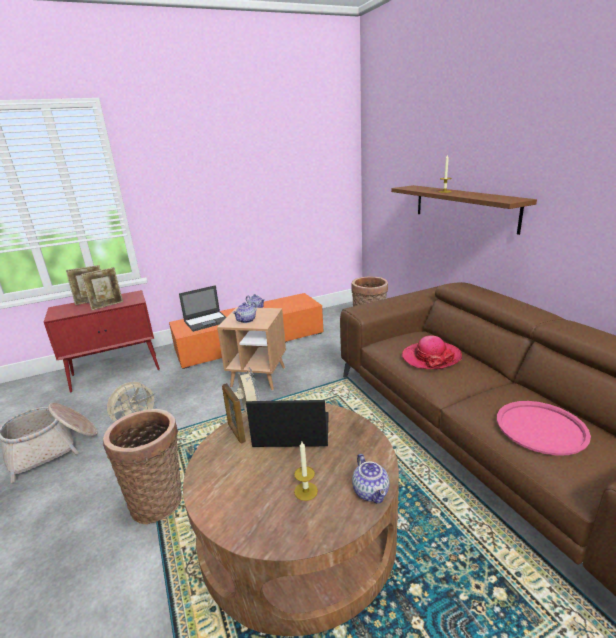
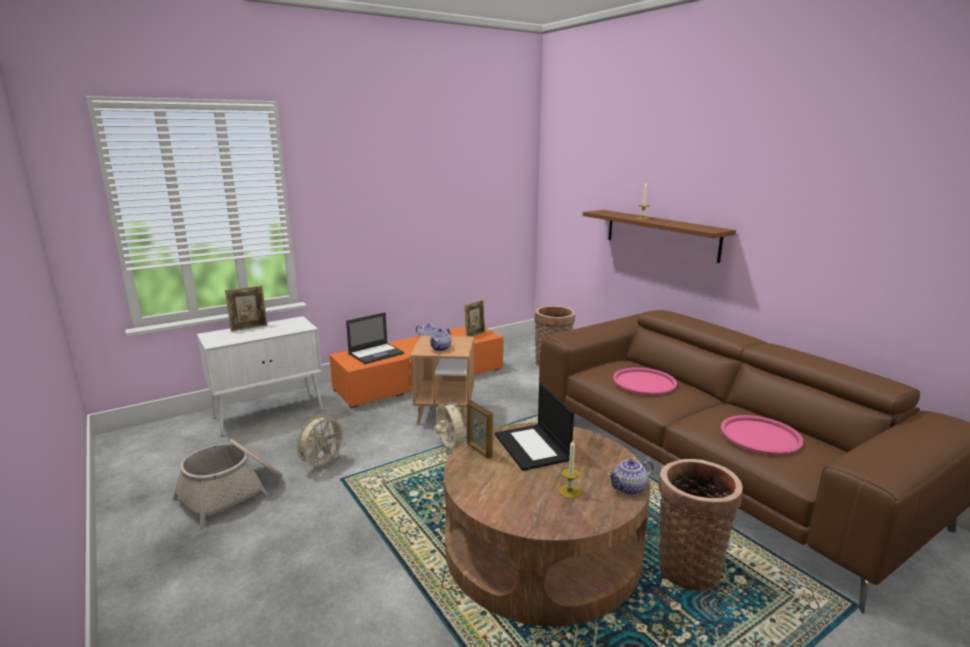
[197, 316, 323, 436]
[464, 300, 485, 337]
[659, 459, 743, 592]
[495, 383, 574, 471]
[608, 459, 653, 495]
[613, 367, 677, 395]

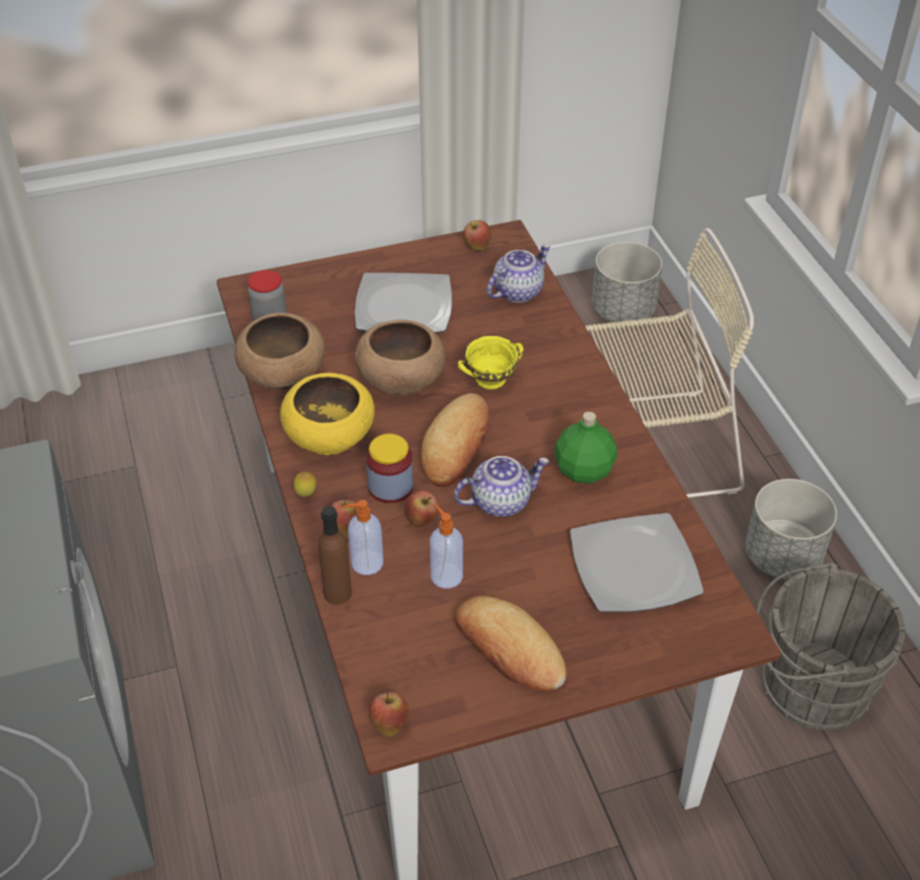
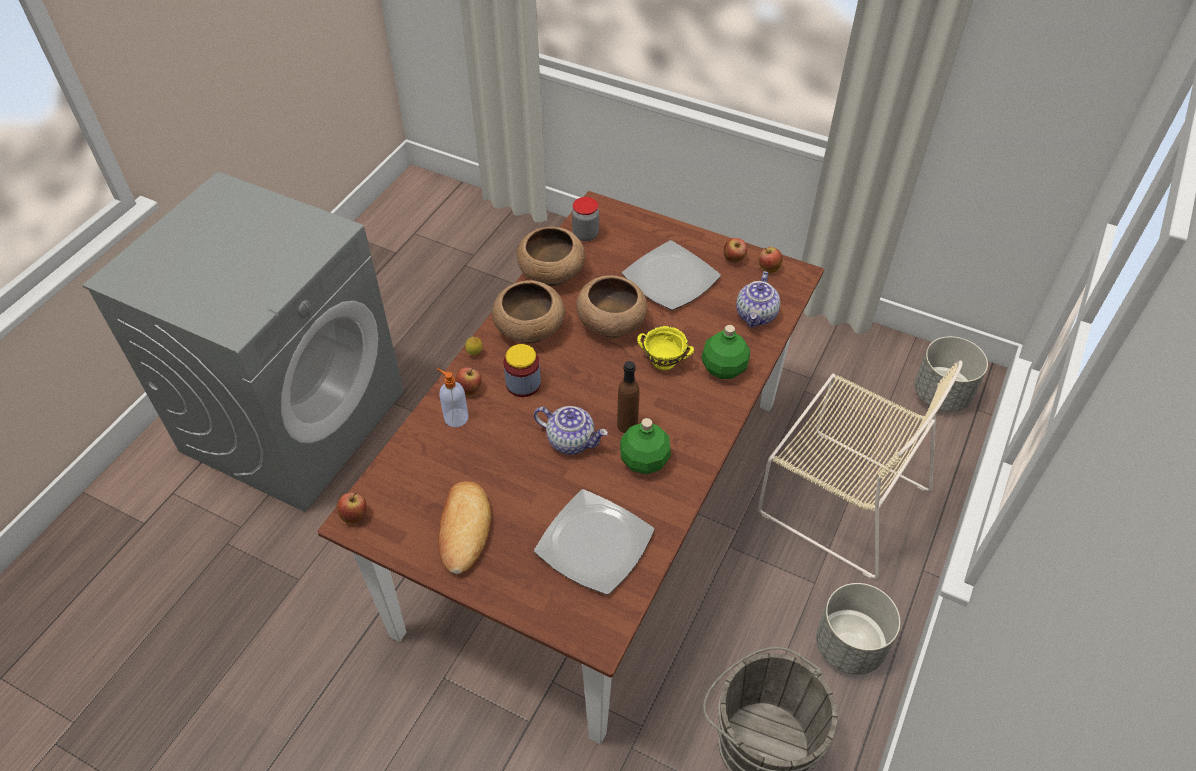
[492, 280, 565, 344]
[617, 361, 639, 433]
[724, 238, 747, 263]
[421, 393, 489, 487] (first image)
[430, 504, 463, 588] (first image)
[736, 271, 780, 327]
[701, 325, 750, 379]

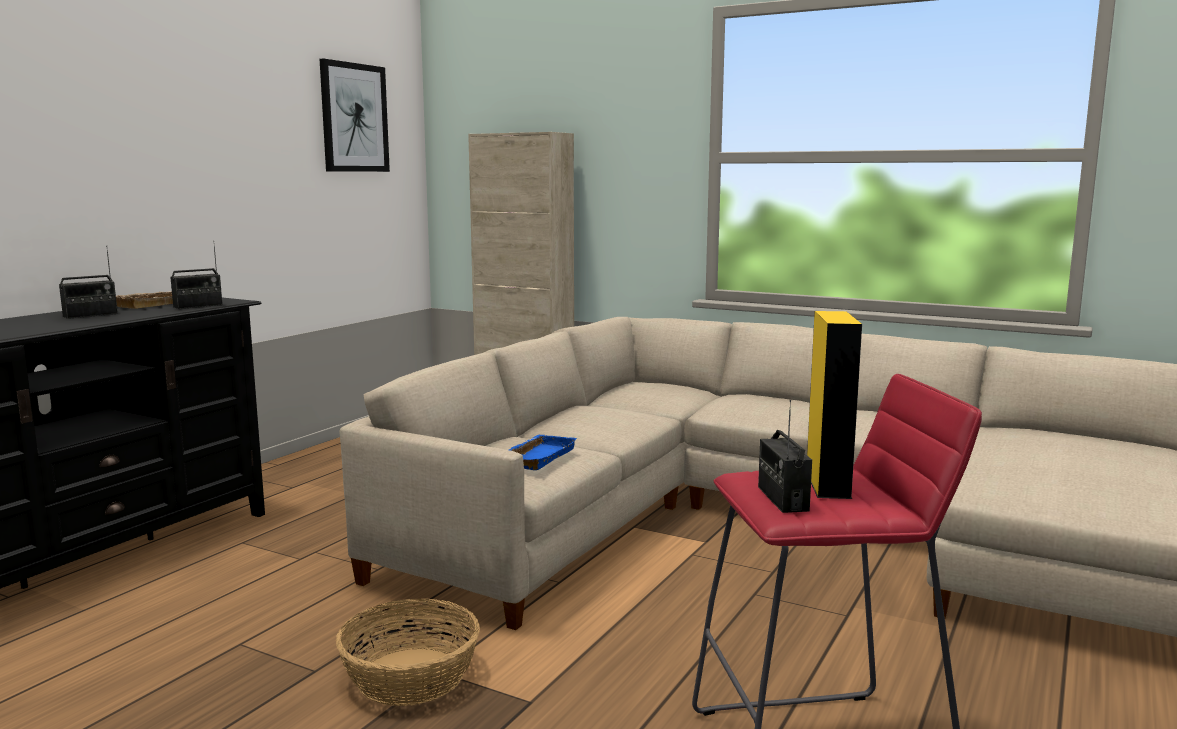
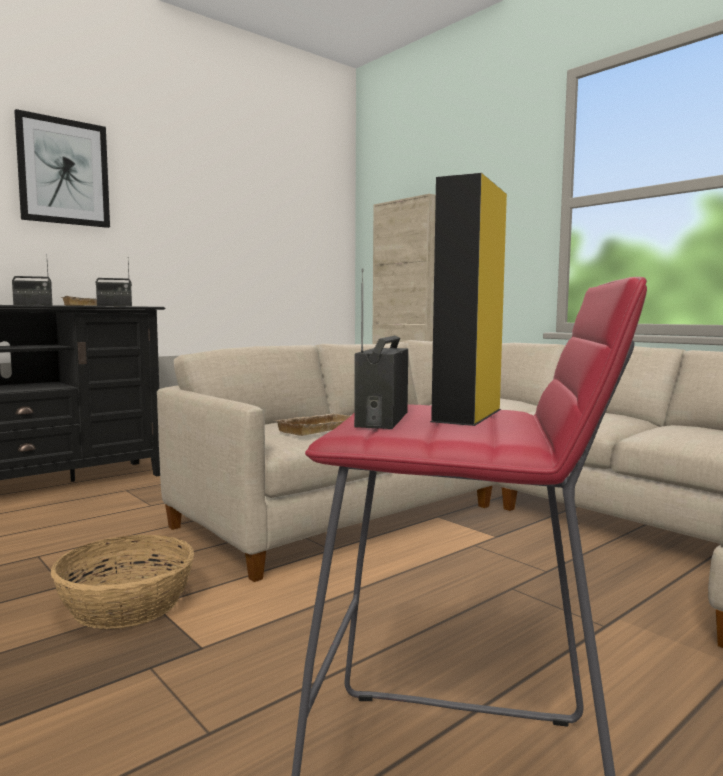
[14, 109, 110, 228]
[274, 413, 350, 436]

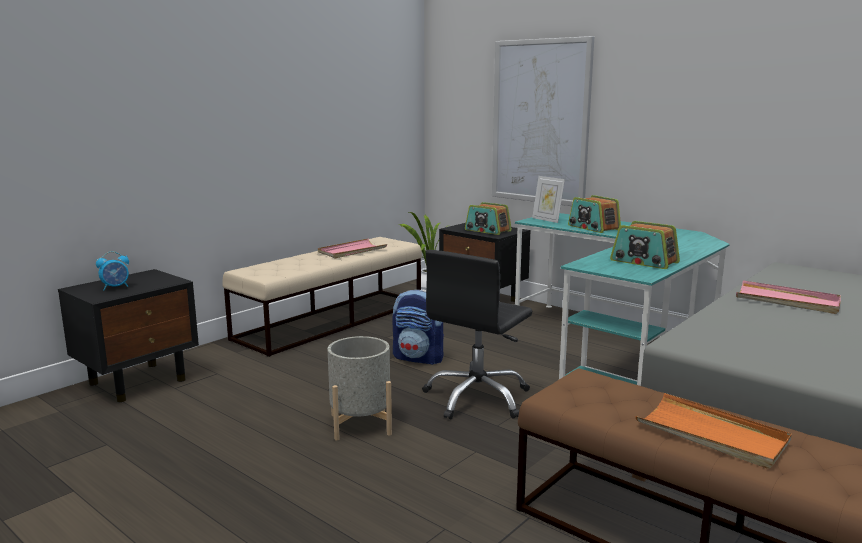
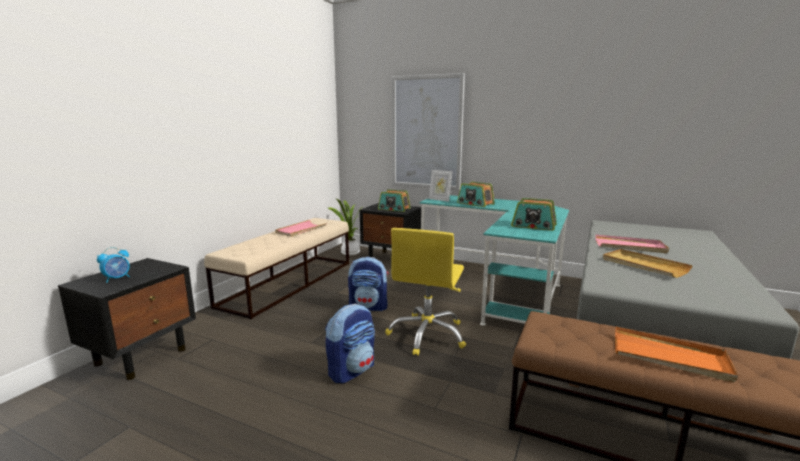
[325, 304, 375, 383]
[385, 228, 466, 356]
[603, 249, 693, 278]

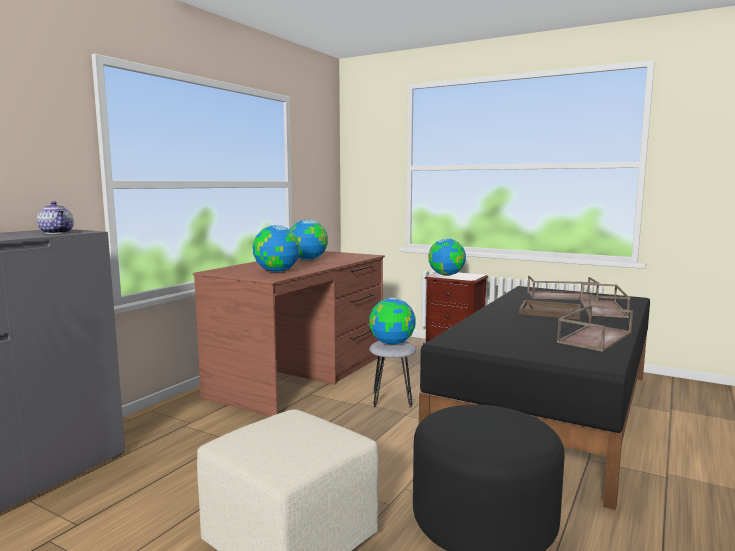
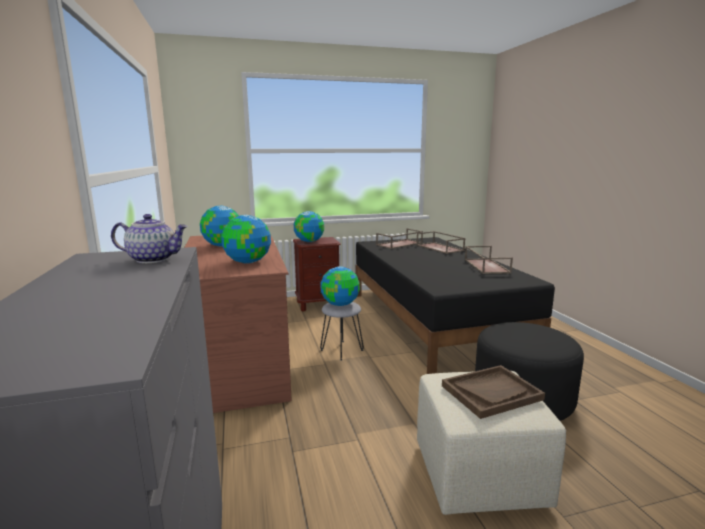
[442, 365, 545, 419]

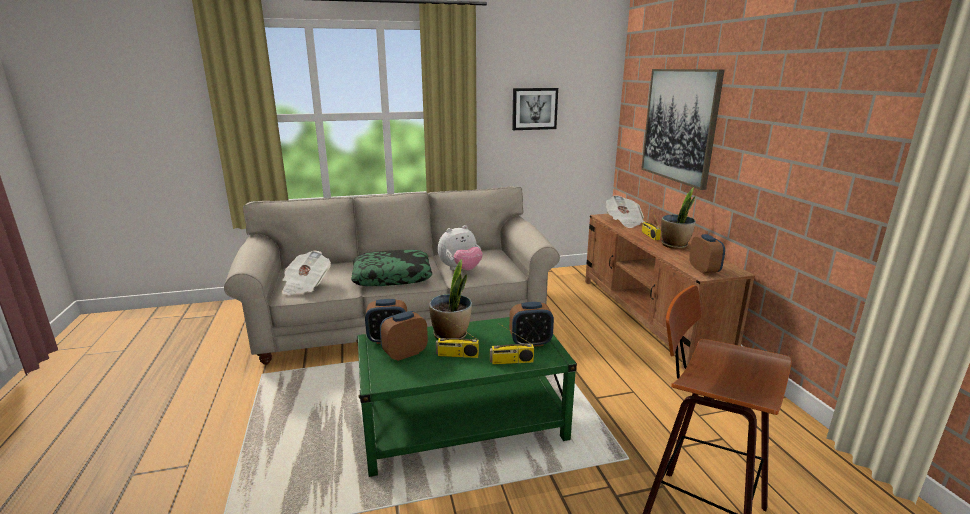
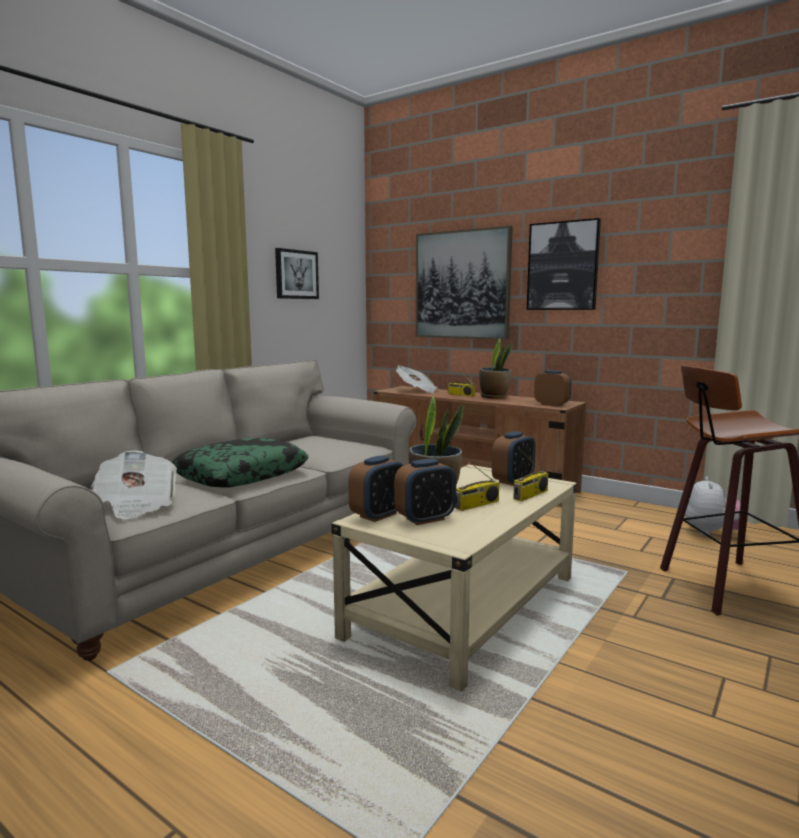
[331, 464, 577, 691]
[394, 458, 456, 525]
[685, 476, 741, 536]
[527, 218, 601, 310]

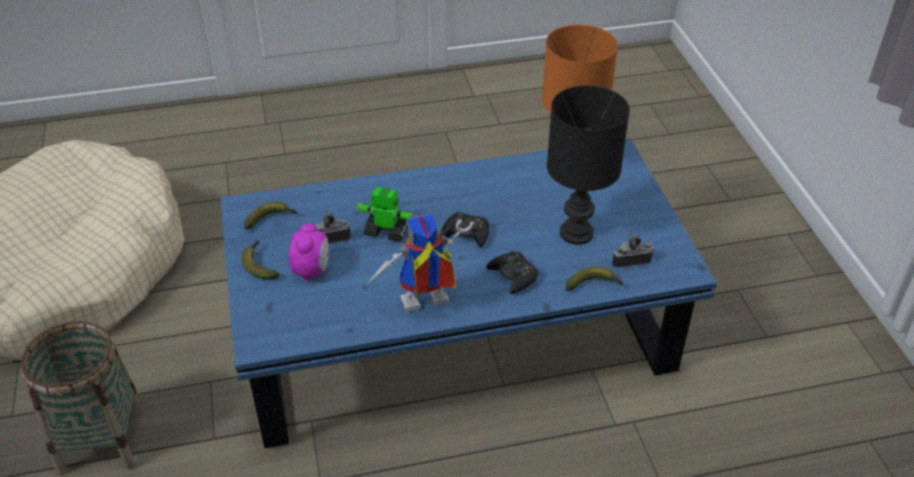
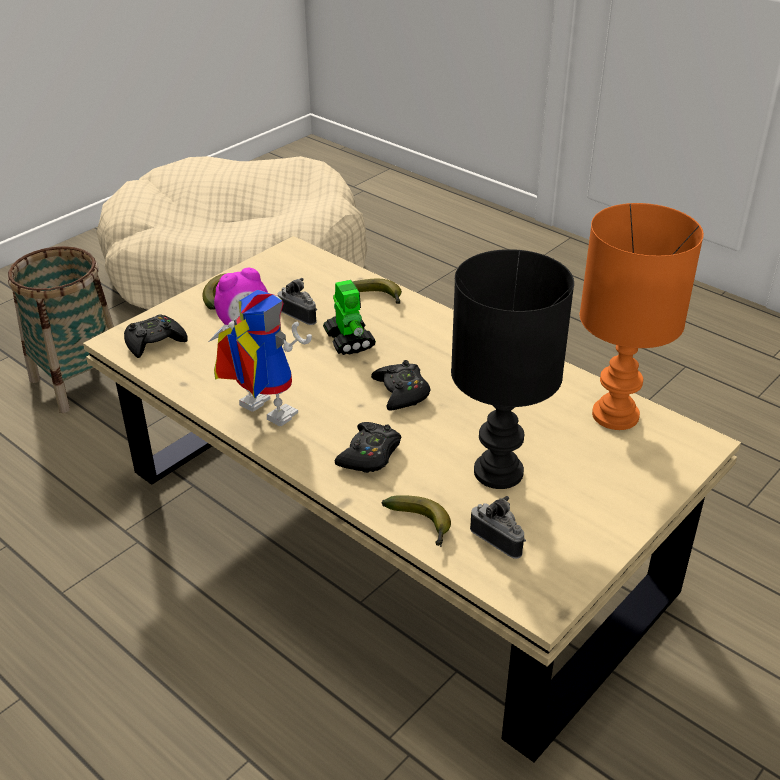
[83, 236, 741, 762]
[353, 279, 402, 304]
[124, 314, 188, 358]

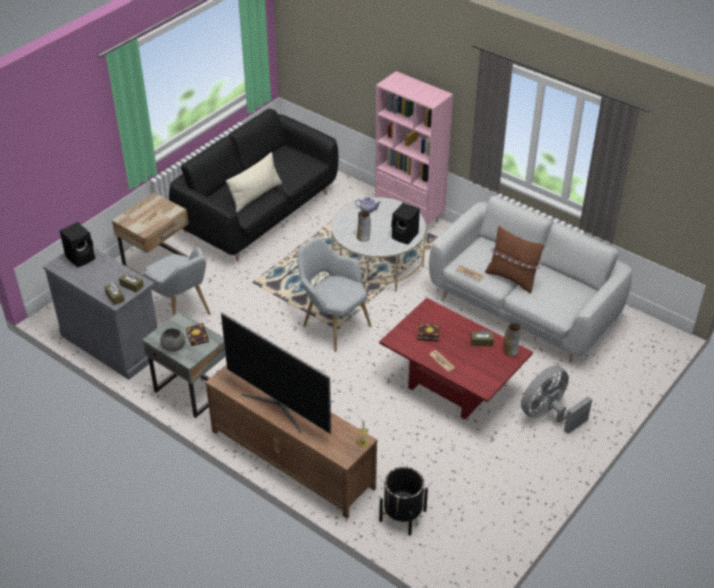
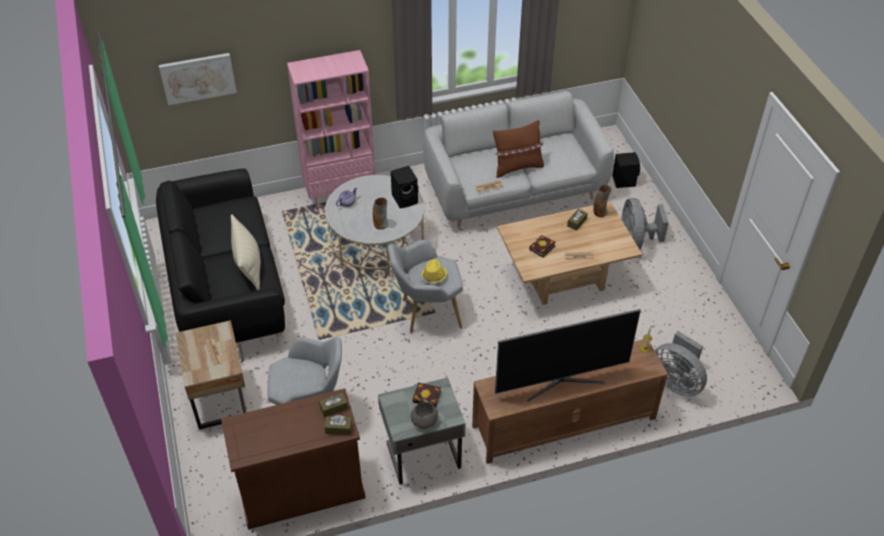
[221, 388, 365, 529]
[612, 152, 640, 188]
[497, 201, 642, 305]
[655, 331, 707, 397]
[159, 53, 237, 105]
[420, 259, 447, 283]

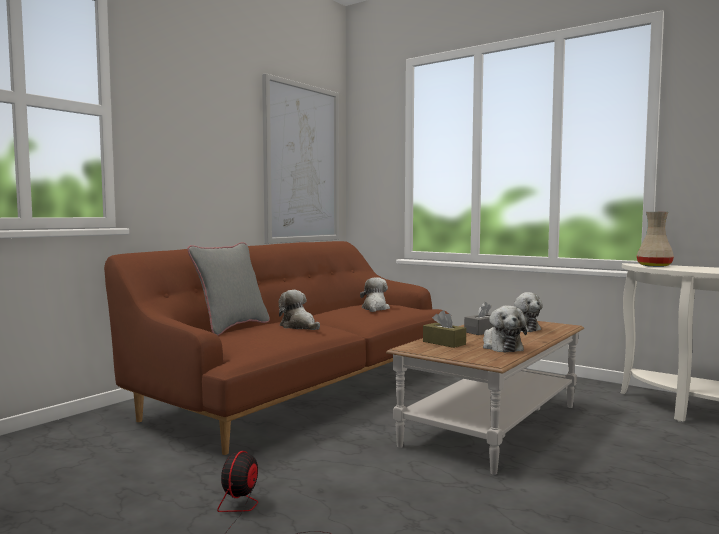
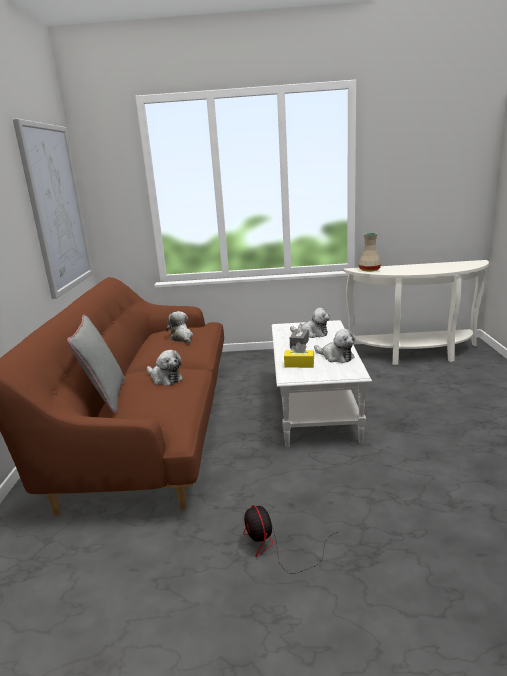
[147, 350, 183, 385]
[272, 320, 372, 447]
[284, 342, 314, 368]

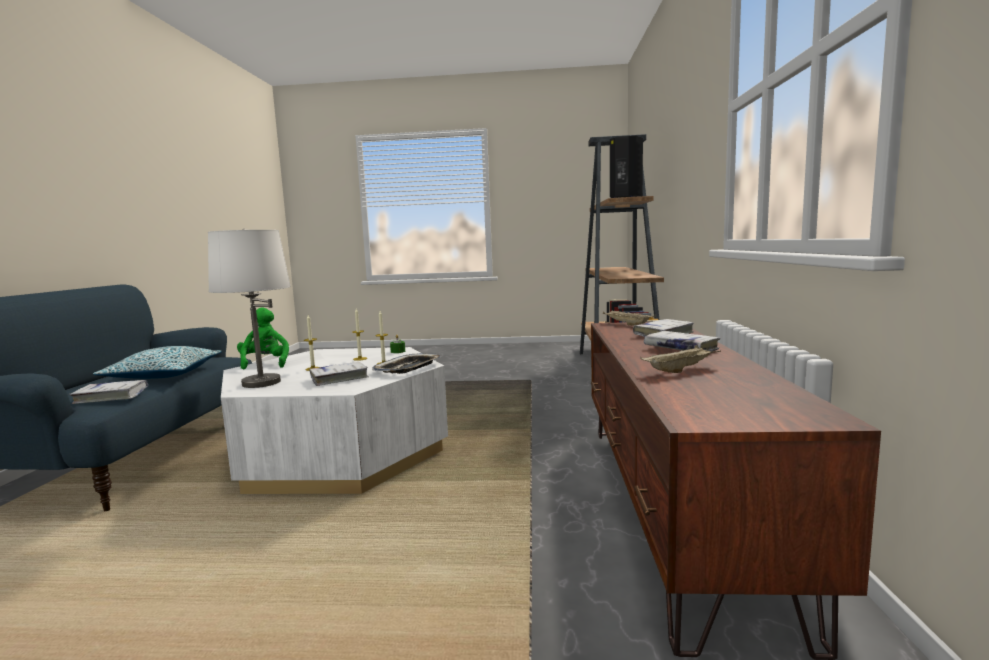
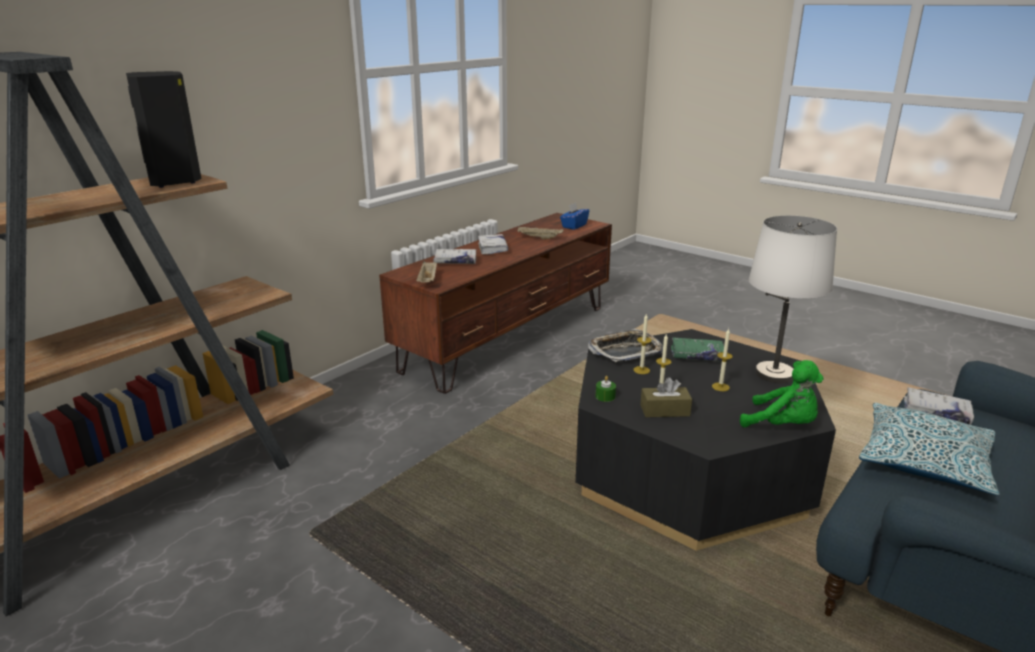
[575, 329, 836, 551]
[740, 360, 824, 427]
[671, 337, 724, 362]
[560, 203, 589, 230]
[640, 377, 692, 417]

